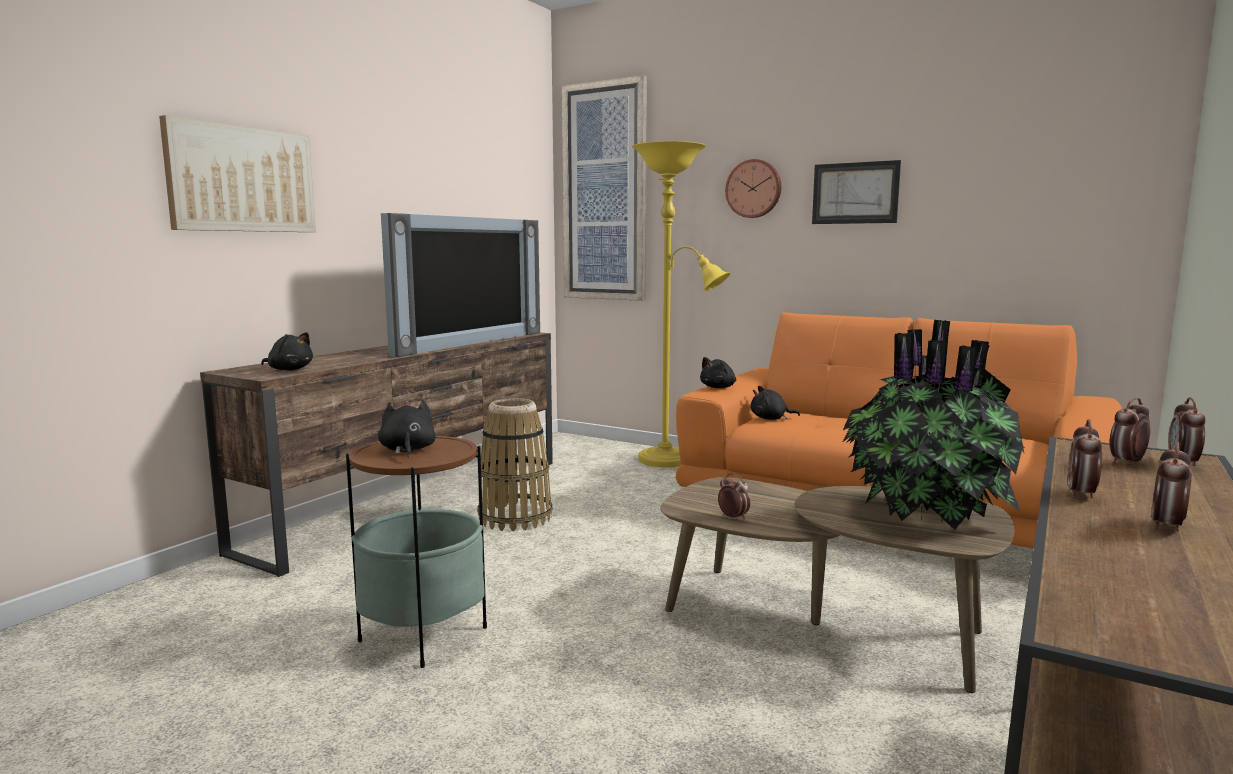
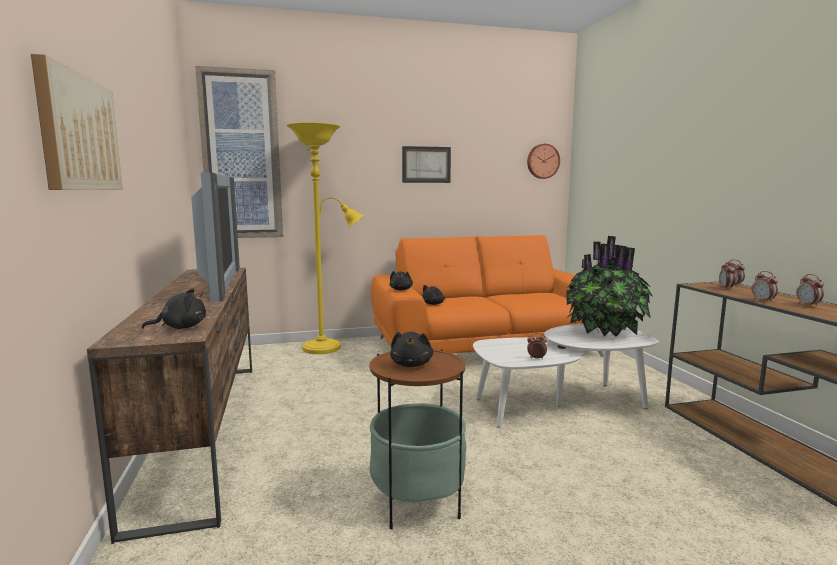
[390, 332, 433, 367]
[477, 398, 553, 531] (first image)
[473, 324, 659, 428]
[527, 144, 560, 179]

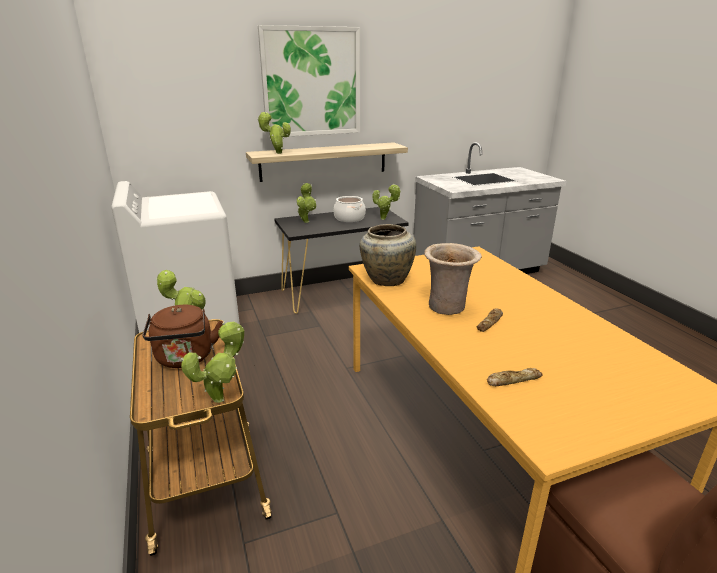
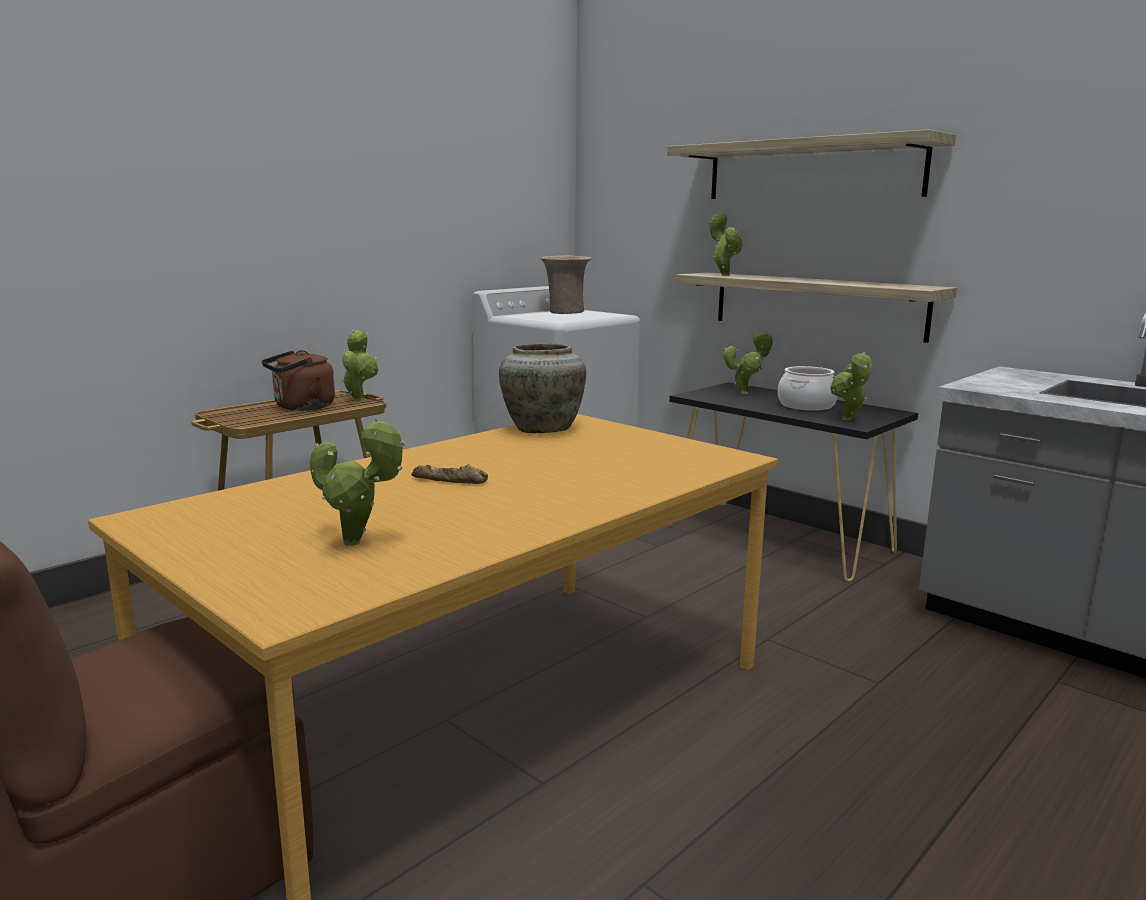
[310, 418, 405, 546]
[667, 129, 956, 199]
[541, 255, 592, 314]
[487, 368, 542, 386] (first image)

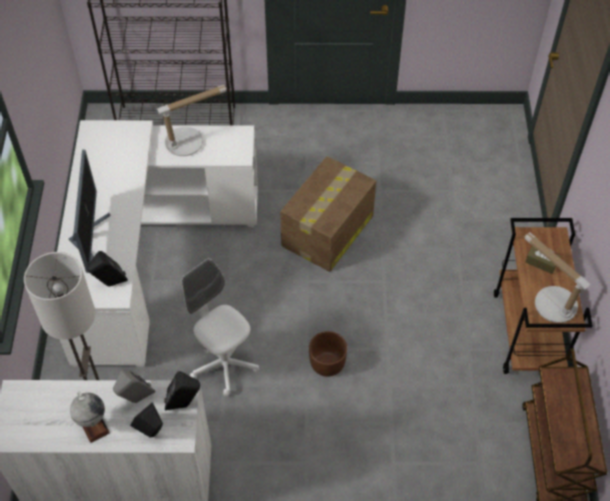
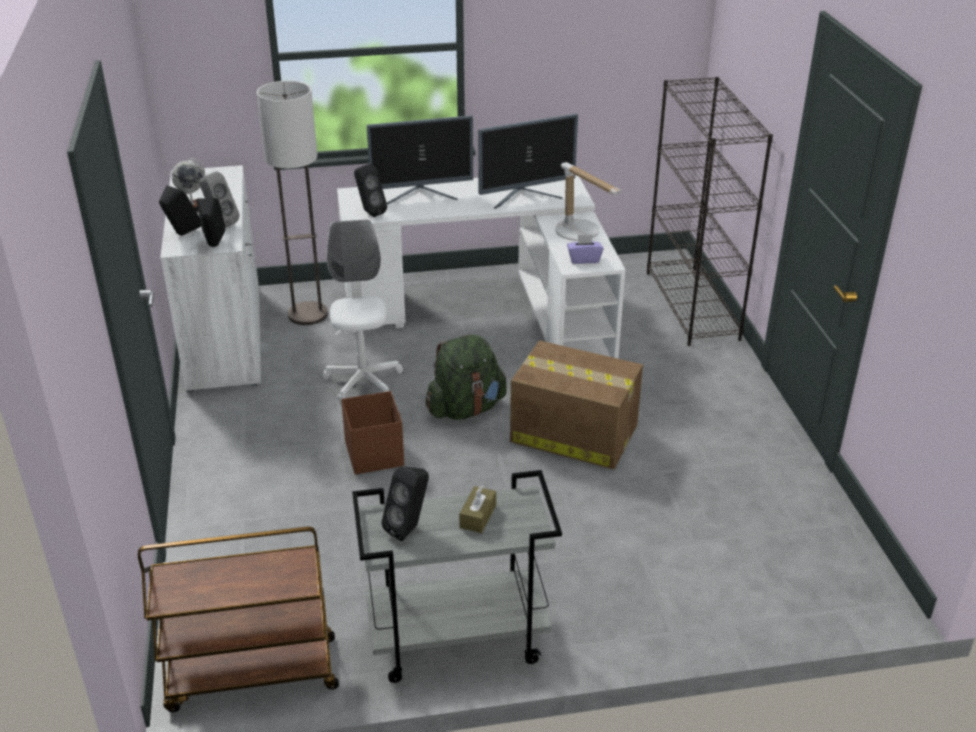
[322, 220, 403, 402]
[341, 391, 404, 474]
[352, 470, 562, 683]
[381, 466, 429, 541]
[426, 335, 507, 420]
[478, 114, 578, 209]
[567, 235, 603, 264]

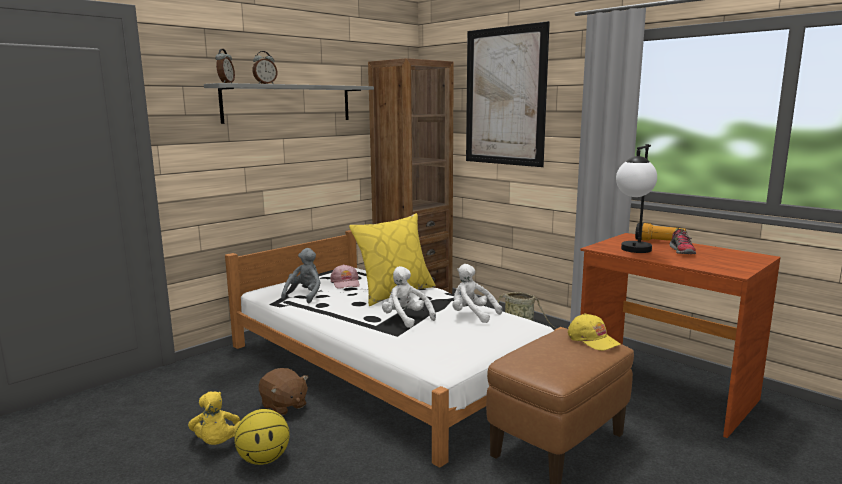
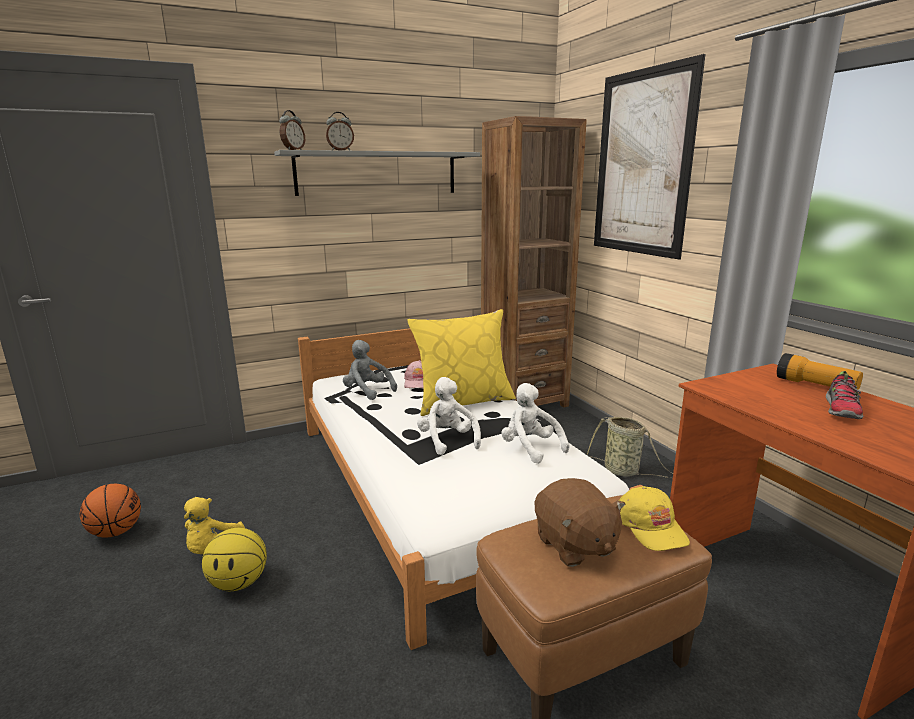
[535, 478, 626, 567]
[343, 340, 397, 400]
[616, 144, 657, 253] (first image)
[80, 484, 141, 537]

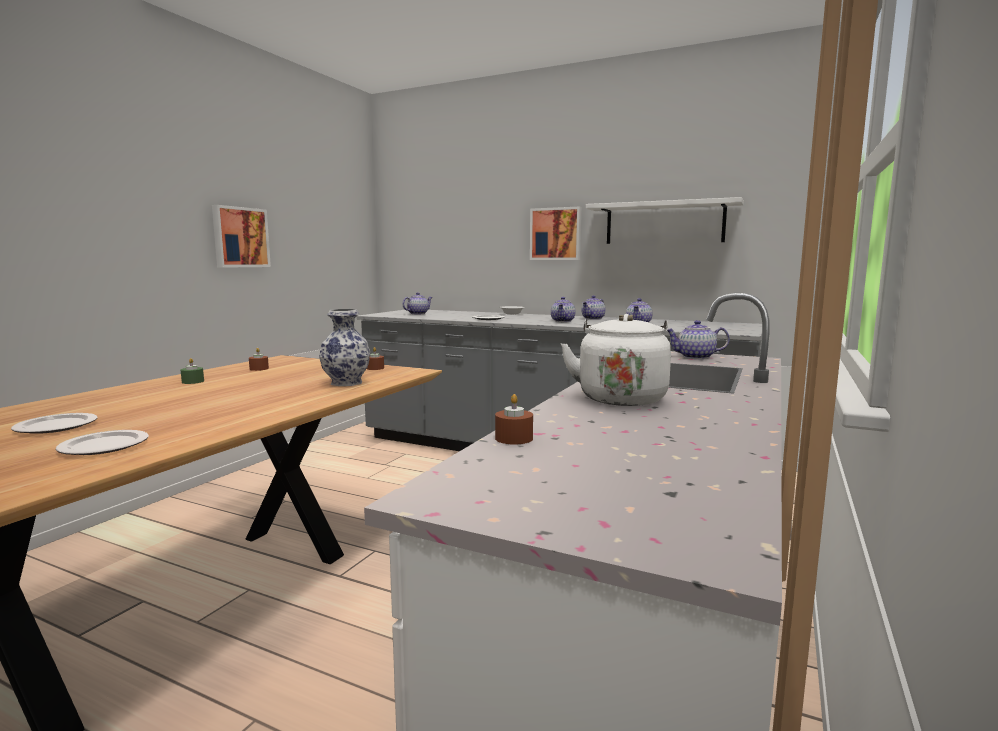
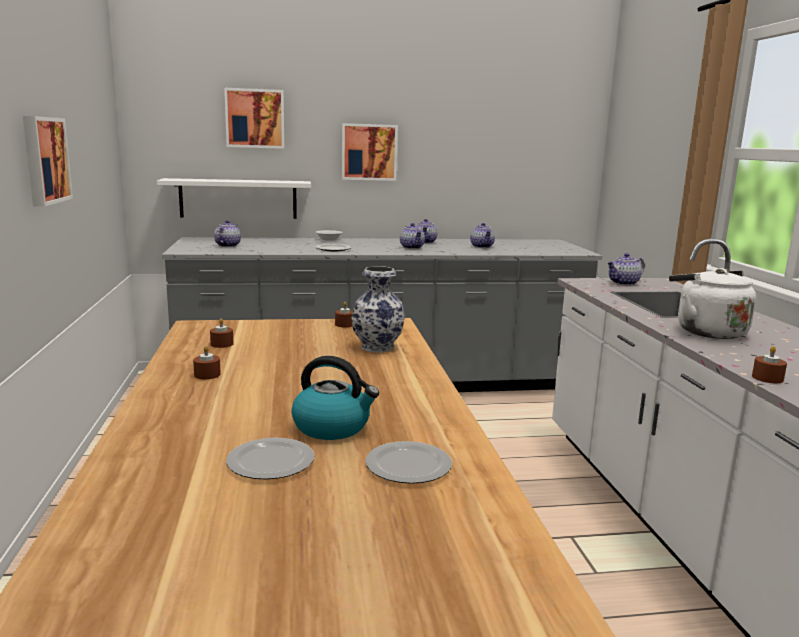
[193, 346, 221, 379]
[157, 178, 311, 219]
[224, 88, 284, 149]
[292, 356, 379, 440]

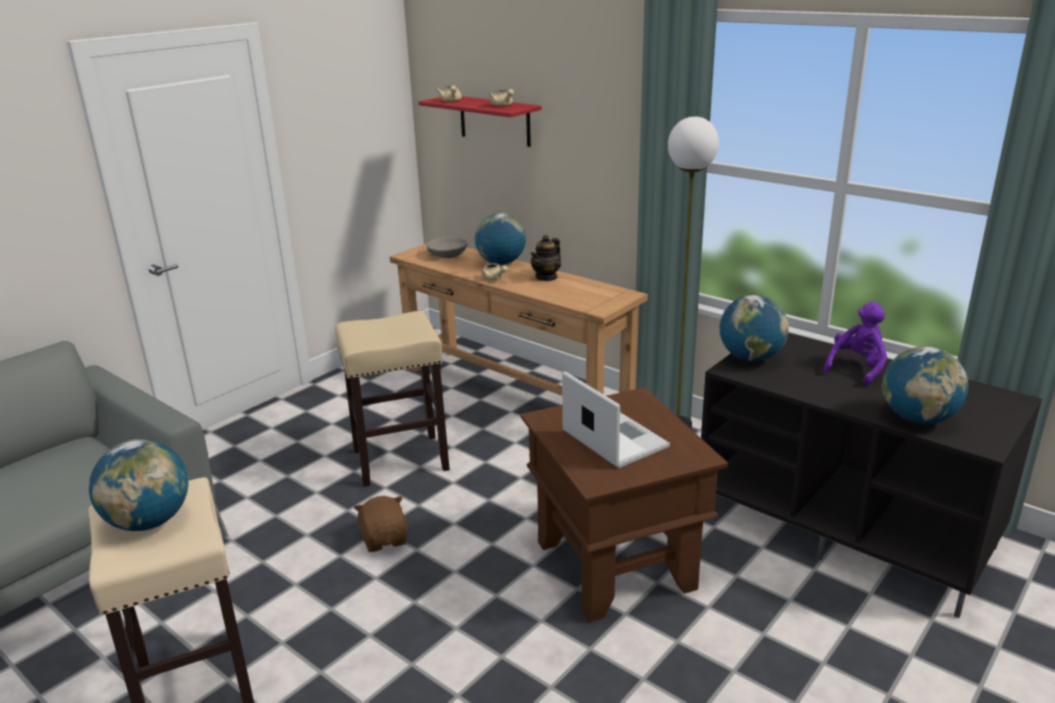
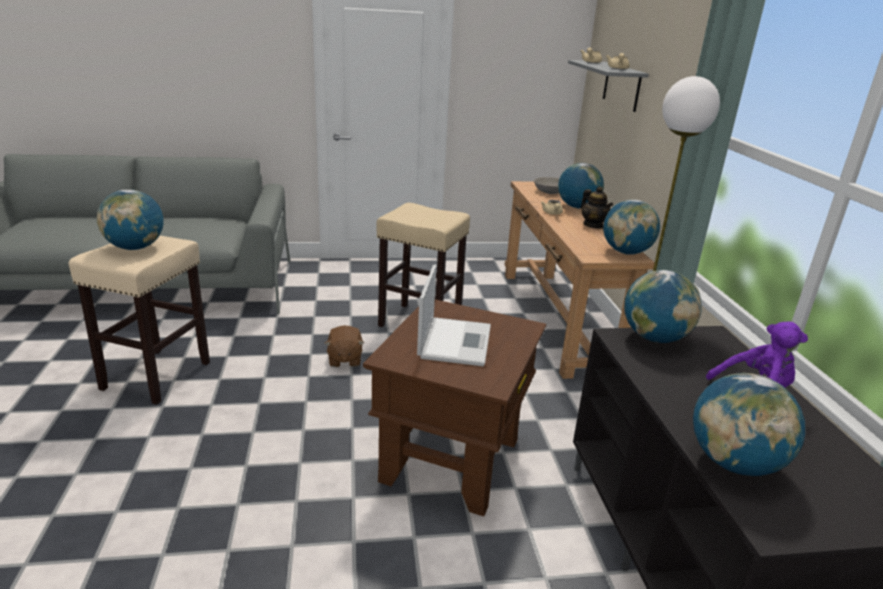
[325, 325, 364, 367]
[568, 60, 649, 112]
[581, 186, 613, 229]
[603, 200, 660, 255]

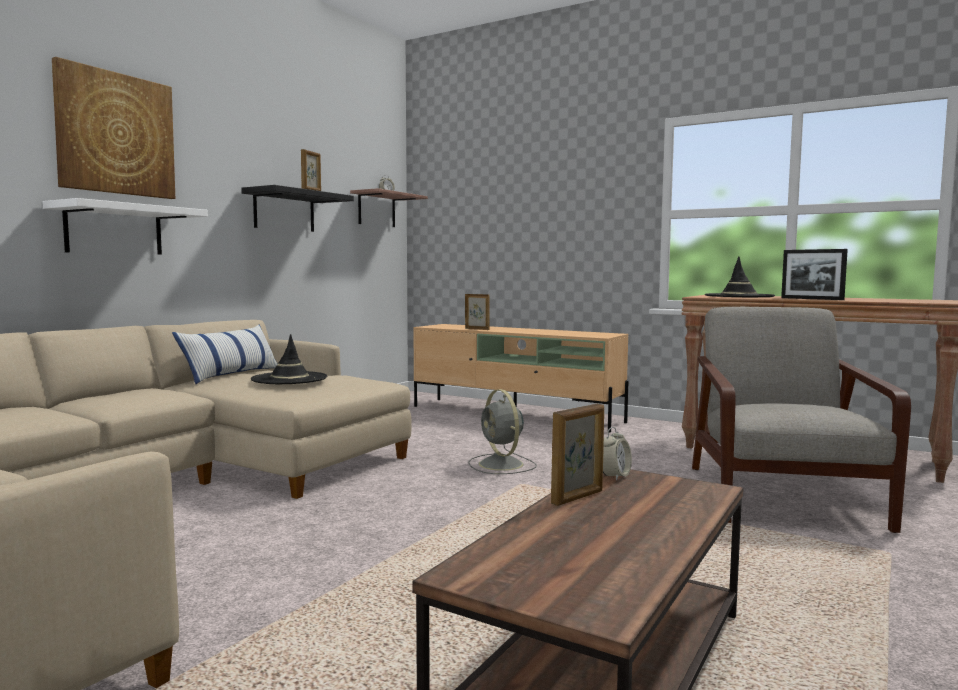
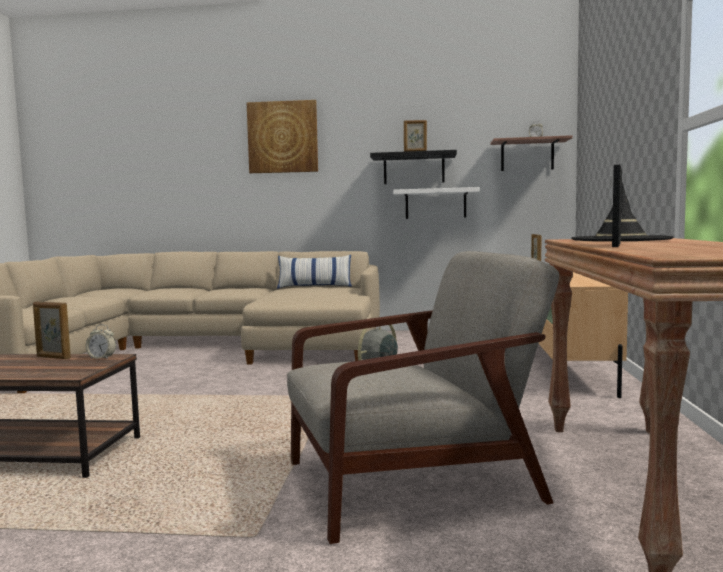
[393, 187, 480, 219]
[251, 334, 327, 384] (first image)

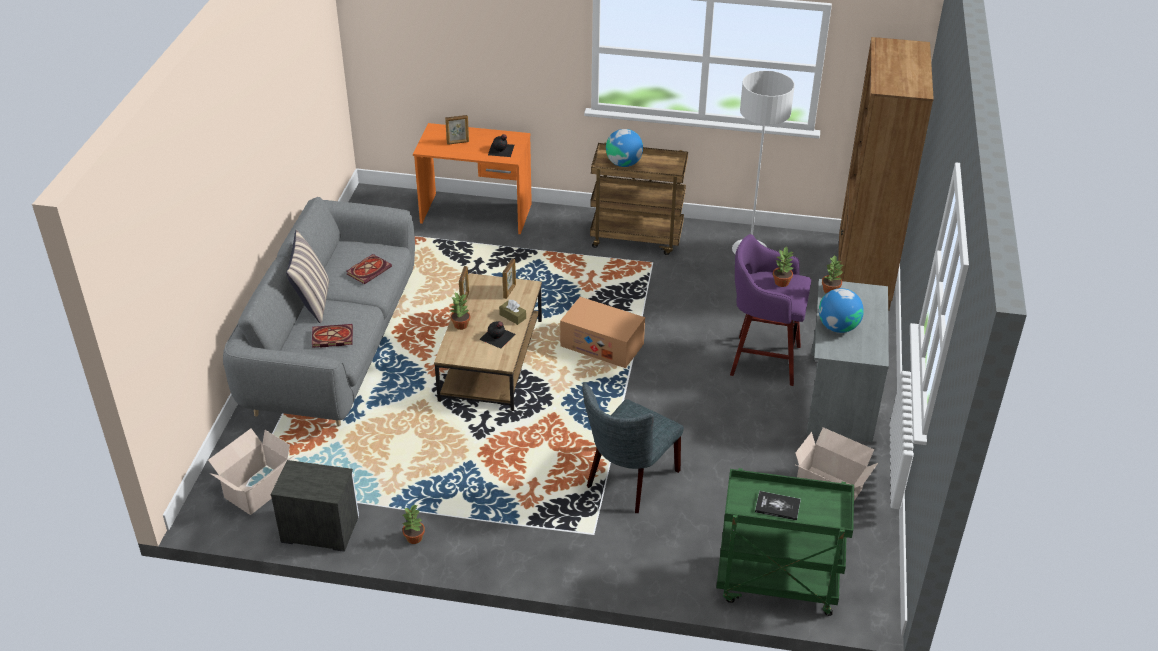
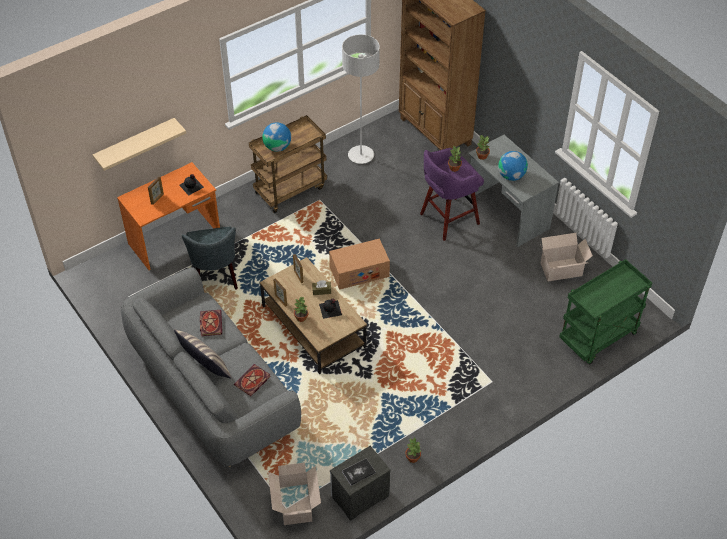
[182, 227, 238, 290]
[342, 458, 376, 486]
[93, 118, 186, 171]

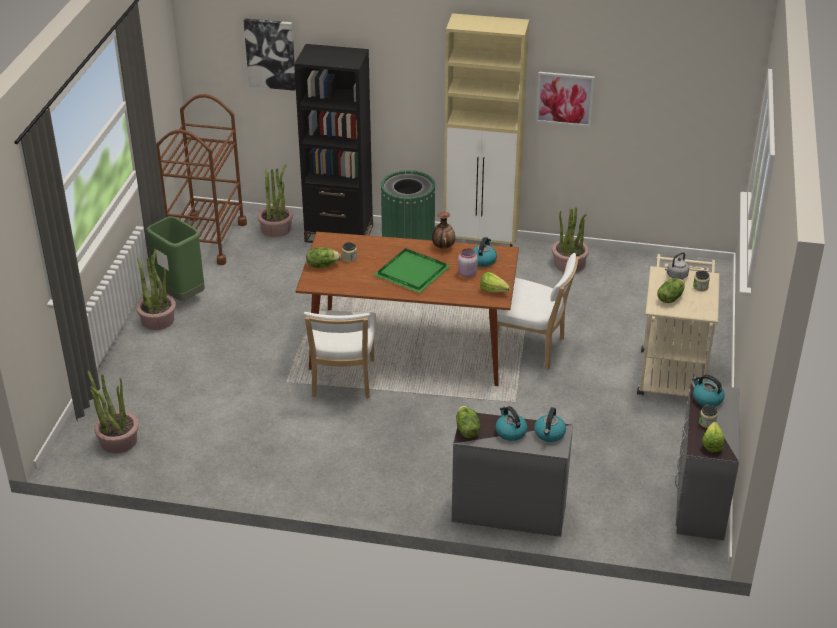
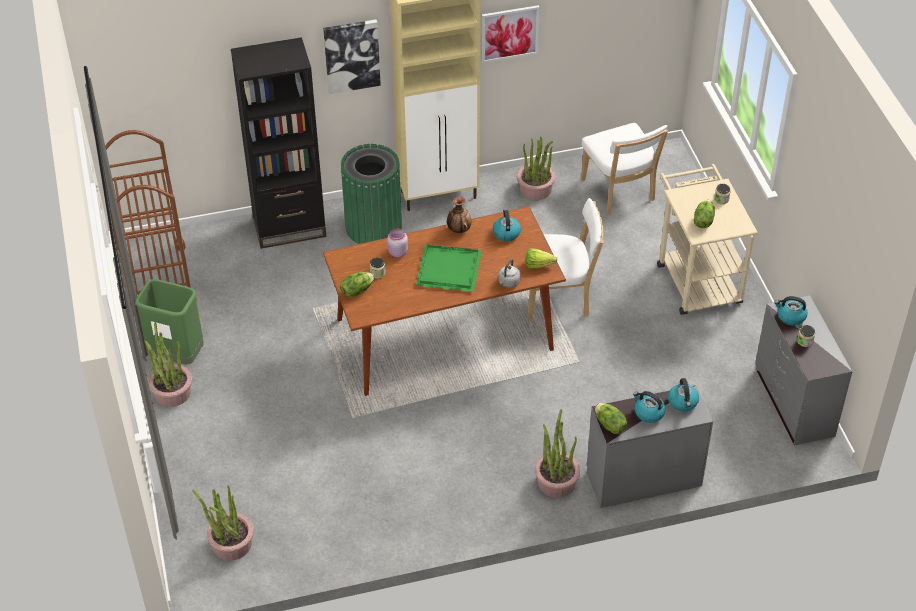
[323, 20, 381, 94]
[535, 409, 580, 498]
[581, 123, 668, 215]
[387, 228, 408, 258]
[498, 259, 521, 287]
[702, 421, 724, 452] (first image)

